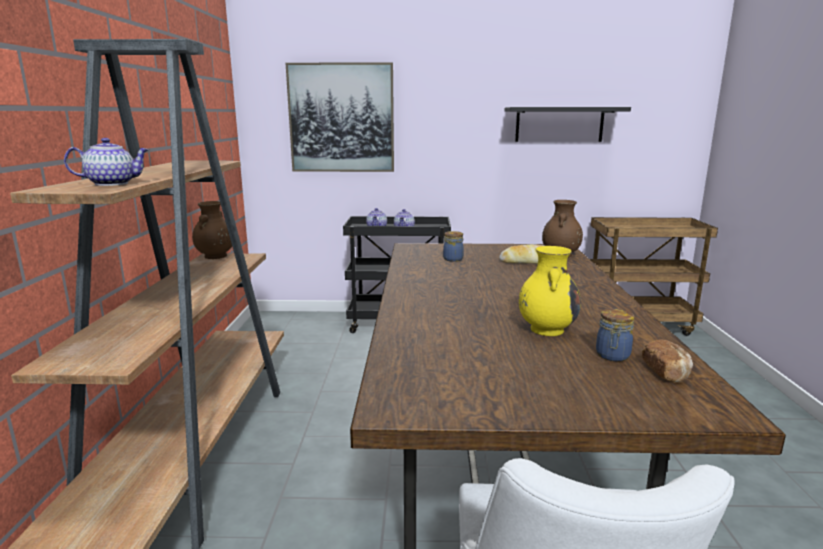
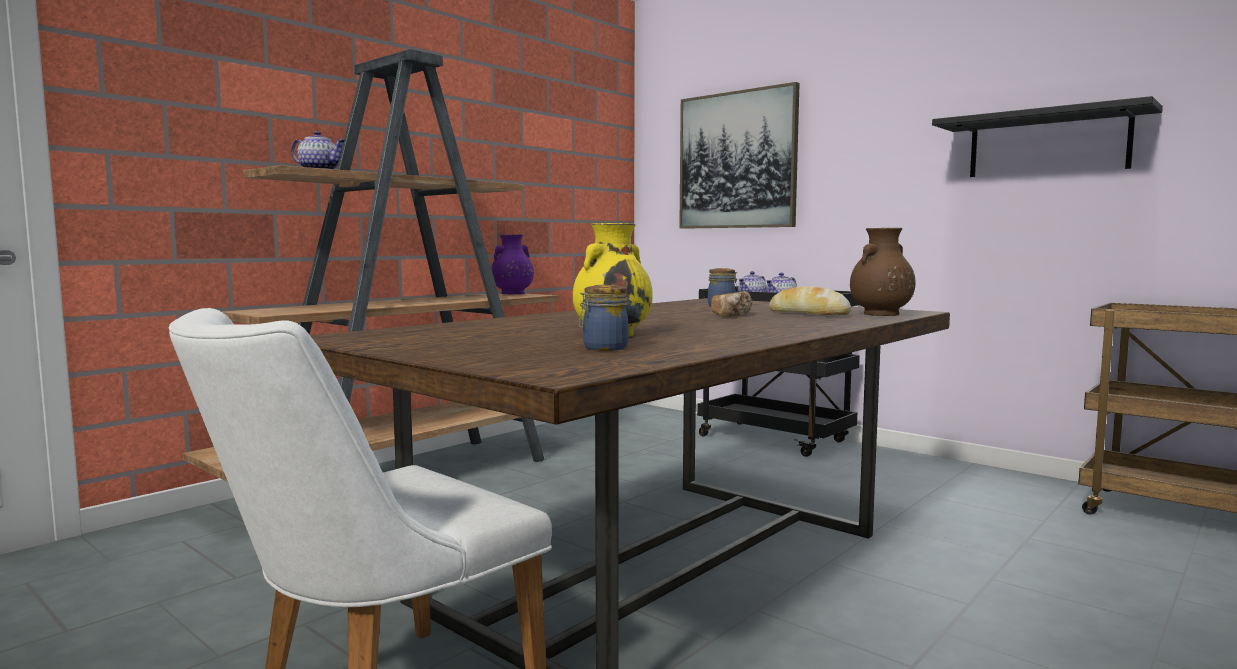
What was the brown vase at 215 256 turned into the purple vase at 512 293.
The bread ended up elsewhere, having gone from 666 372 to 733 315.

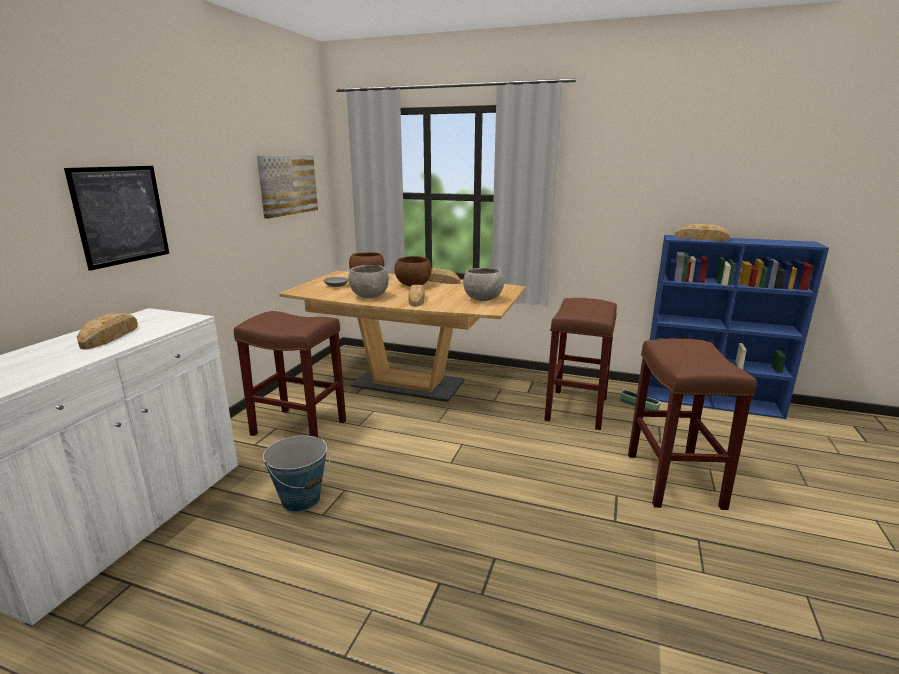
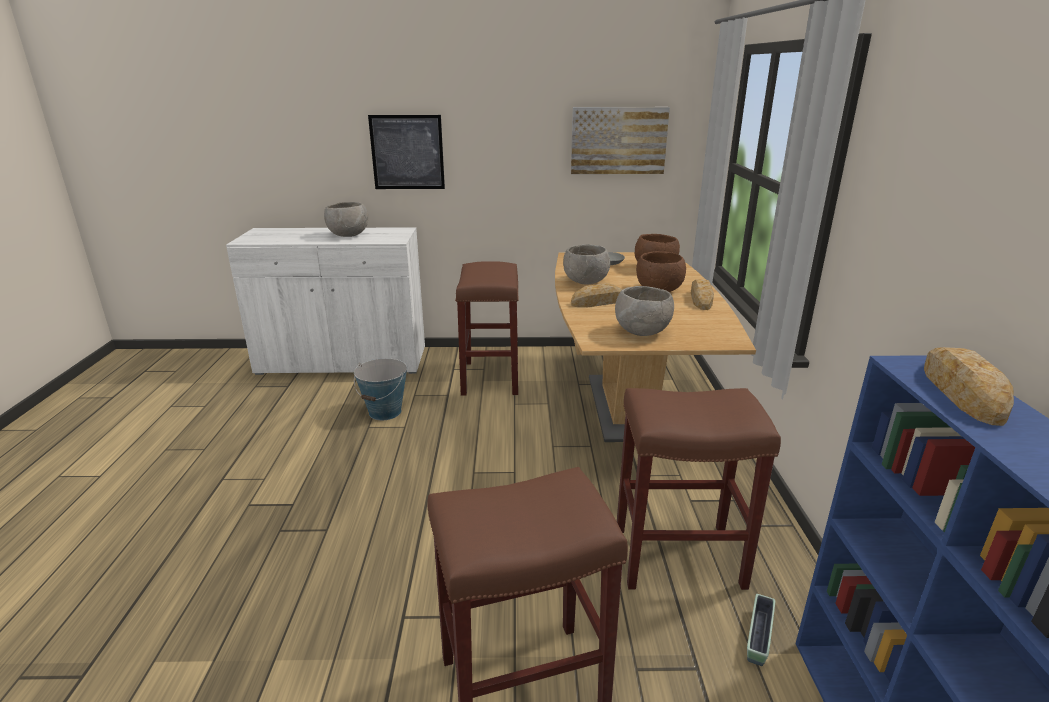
Where the bread stood at 110 336, the grey bowl came to stand at 348 235.

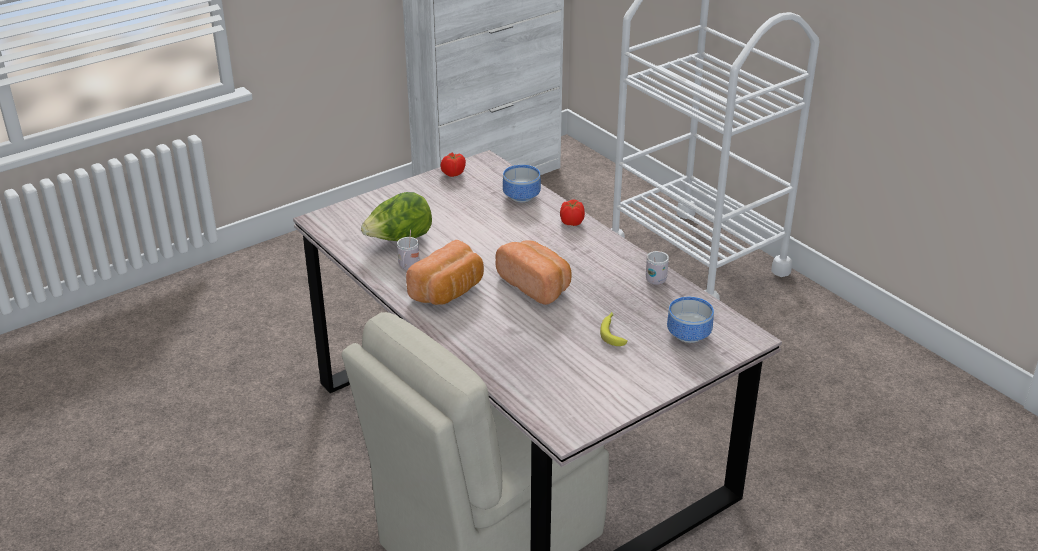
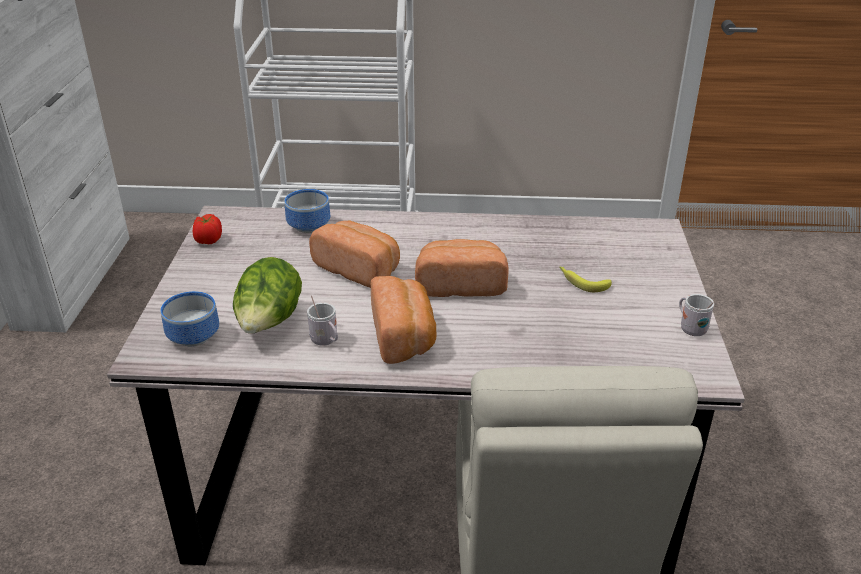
The bowl ended up elsewhere, having gone from 690 334 to 195 335.
The second view gained the bread at 359 269.
The white mug ended up elsewhere, having gone from 657 278 to 690 328.
The second view lost the tomato at 571 222.

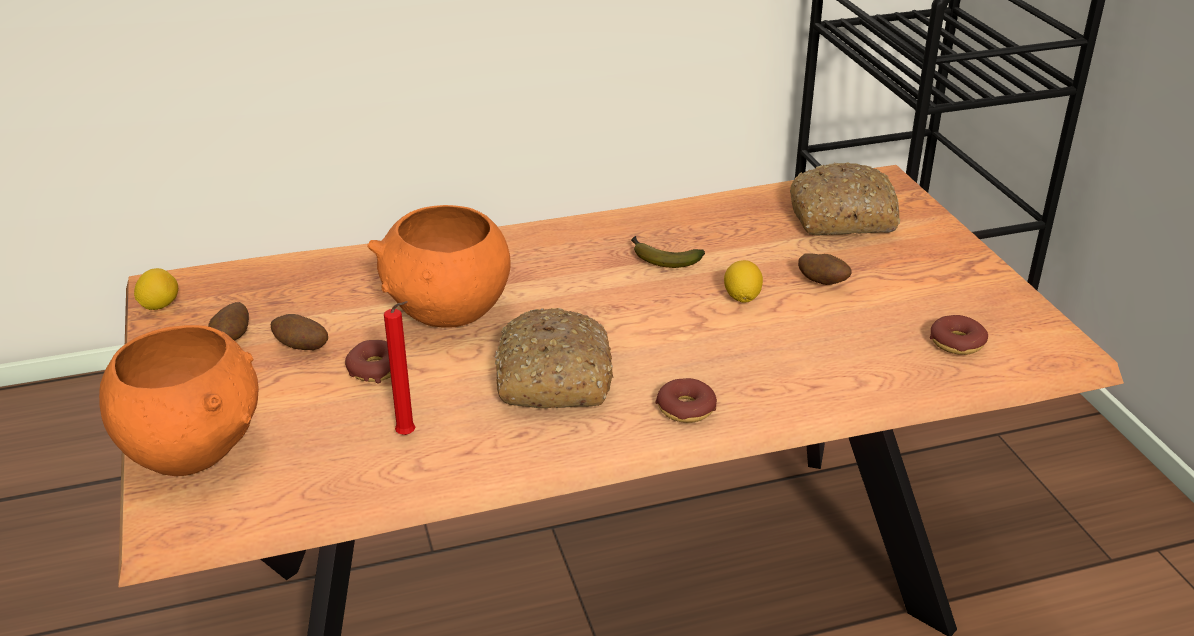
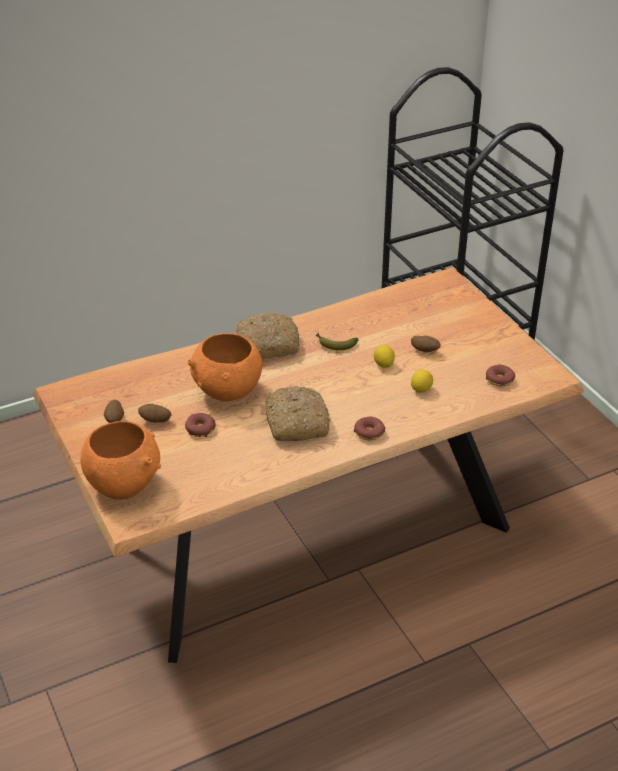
The bread ended up elsewhere, having gone from 843 217 to 268 345.
The lemon ended up elsewhere, having gone from 159 305 to 421 389.
The second view lost the red candle at 409 435.

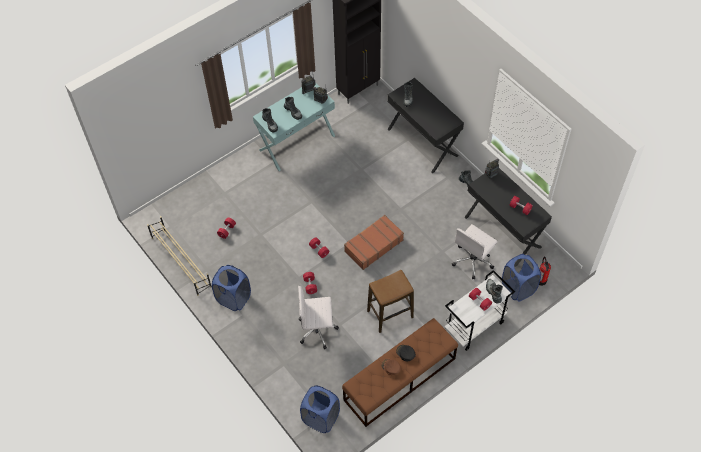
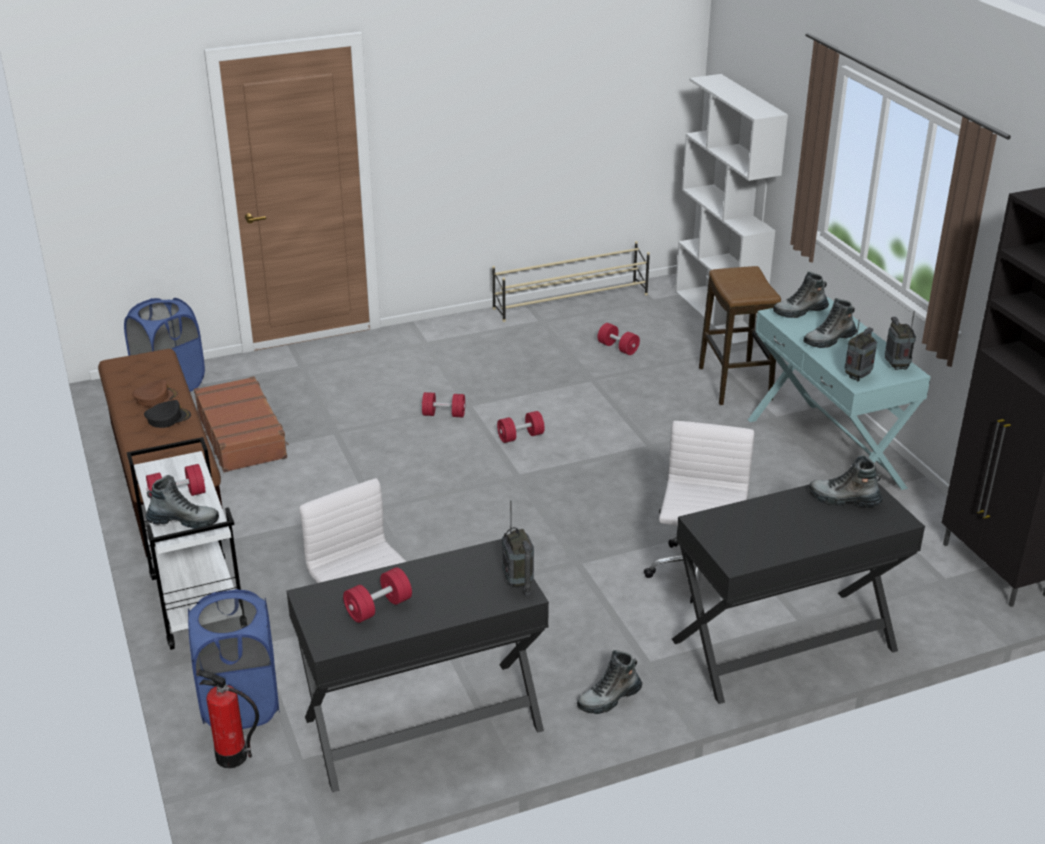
The brown suitcase ended up elsewhere, having gone from 373 245 to 242 435.
The white office chair ended up elsewhere, having gone from 318 330 to 698 574.
The second view gained the white bookcase at 719 315.
The stool ended up elsewhere, having gone from 390 314 to 734 384.
The second view lost the blue laundry basket at 233 298.

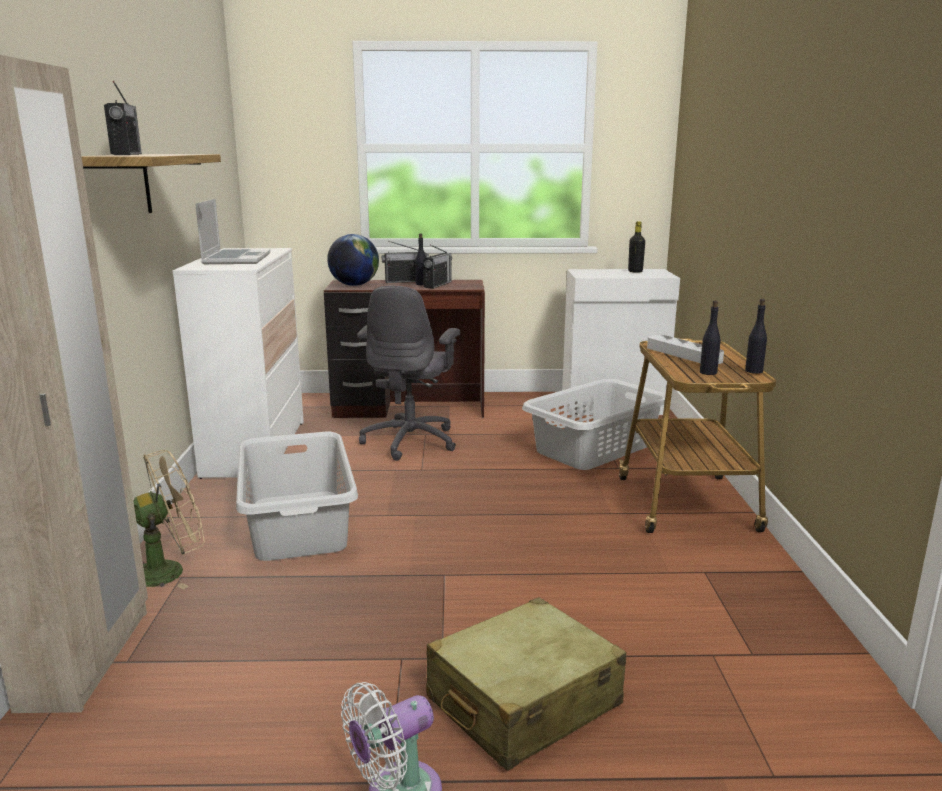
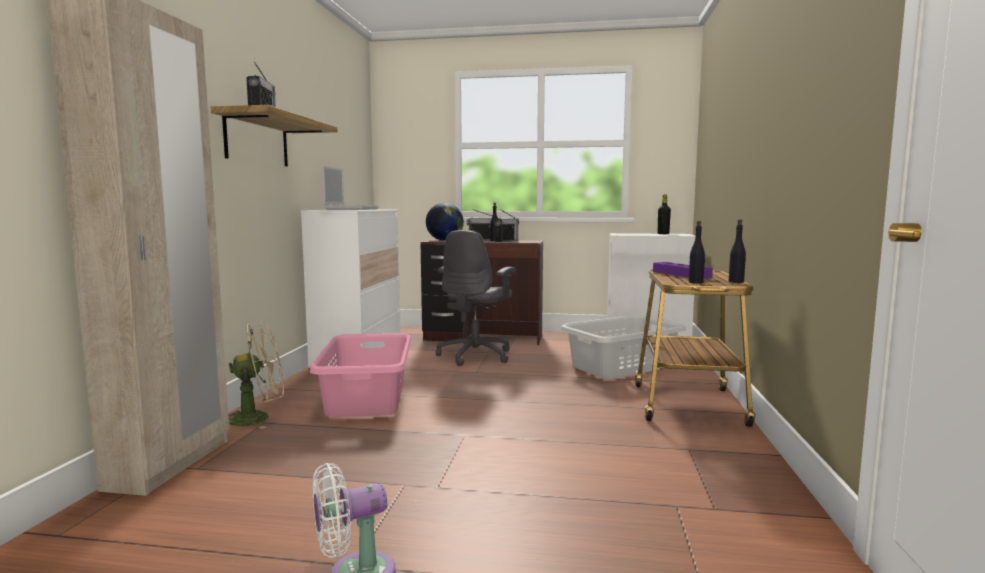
What was the grey laundry basket at 299 523 turned into the pink laundry basket at 367 397.
What was the grey tray at 683 354 turned into the purple tray at 681 274.
The second view lost the beige suitcase at 523 702.

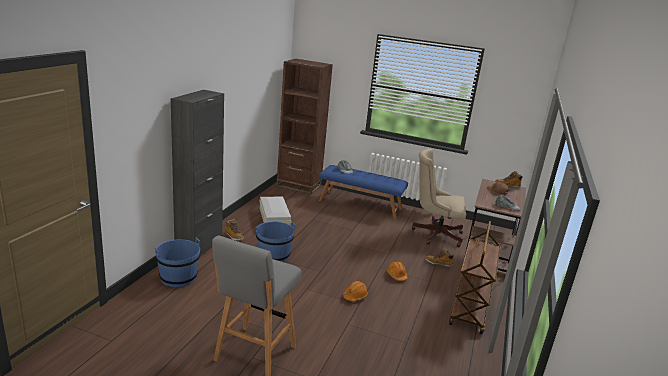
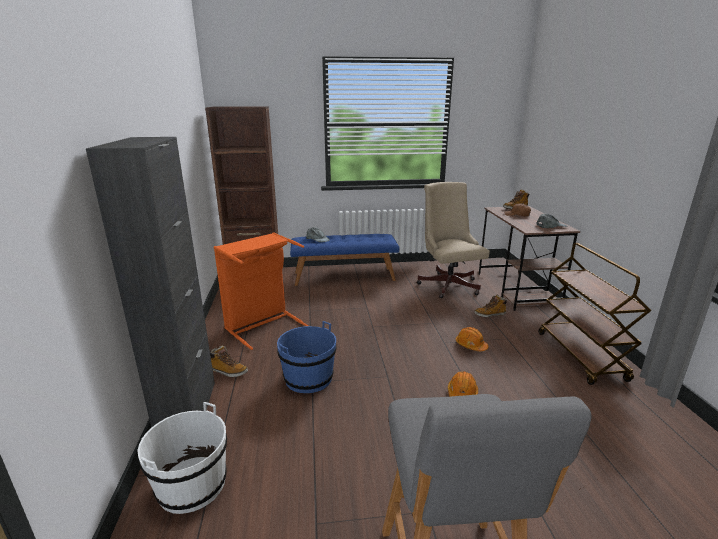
What was the blue bucket at 178 277 turned into the white bucket at 192 485.
Where the white storage box stood at 274 218, the orange laundry basket came to stand at 262 325.
The beige office chair at 434 234 ended up facing another way, 90 degrees clockwise from before.

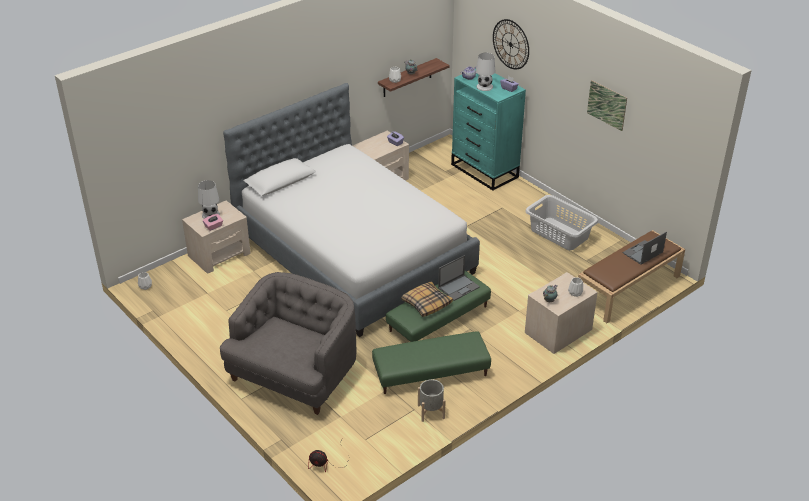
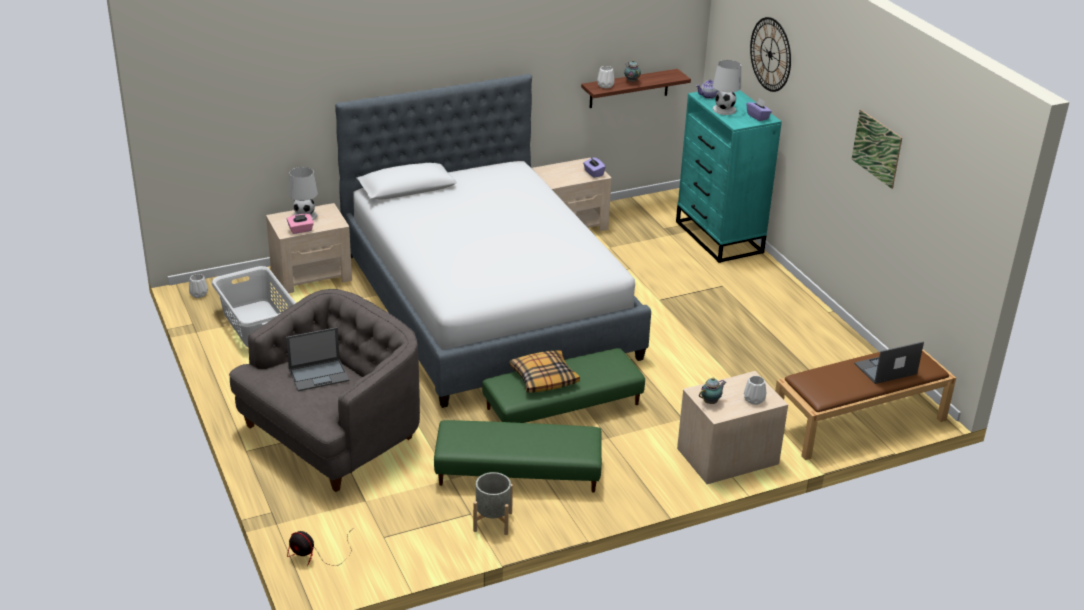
The grey laundry basket ended up elsewhere, having gone from 559 234 to 257 324.
The laptop ended up elsewhere, having gone from 459 287 to 319 375.

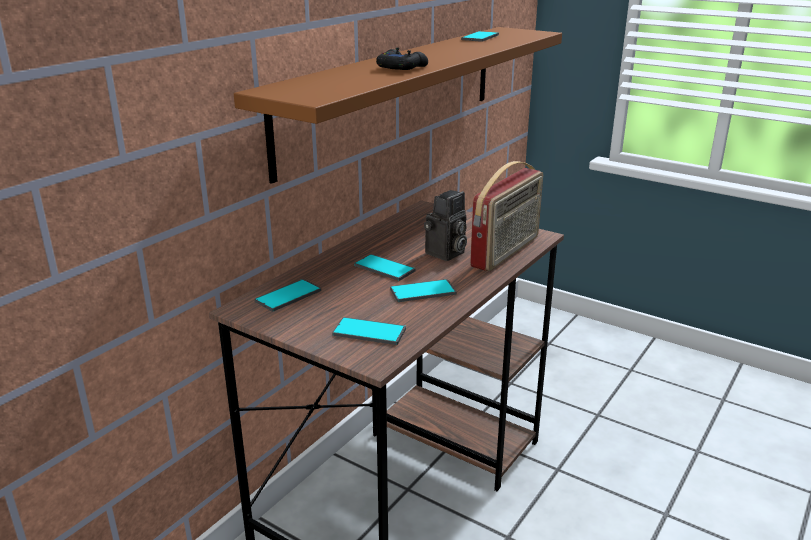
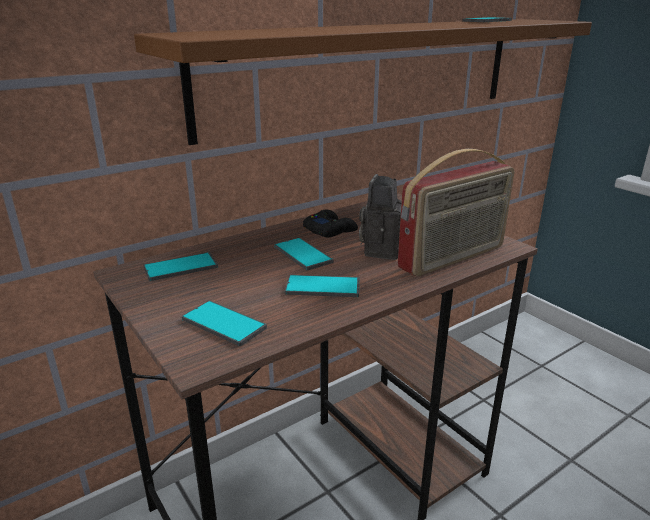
The black game controller ended up elsewhere, having gone from 401 67 to 330 230.
The photo camera at 445 254 ended up facing another way, 135 degrees clockwise from before.

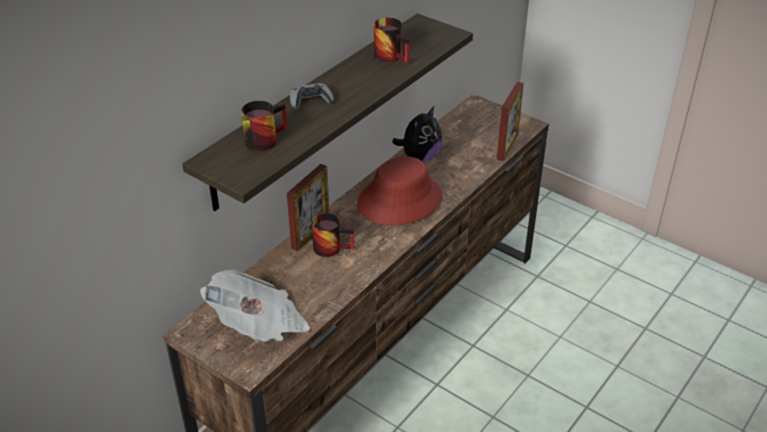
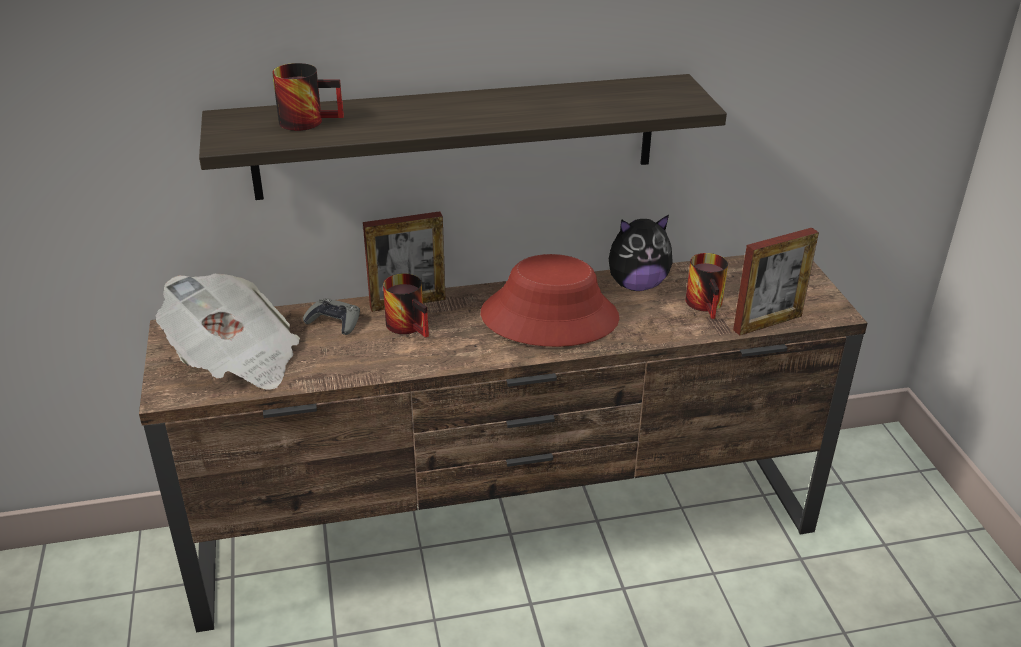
The grey game controller ended up elsewhere, having gone from 310 100 to 334 321.
The mug ended up elsewhere, having gone from 393 56 to 708 305.

